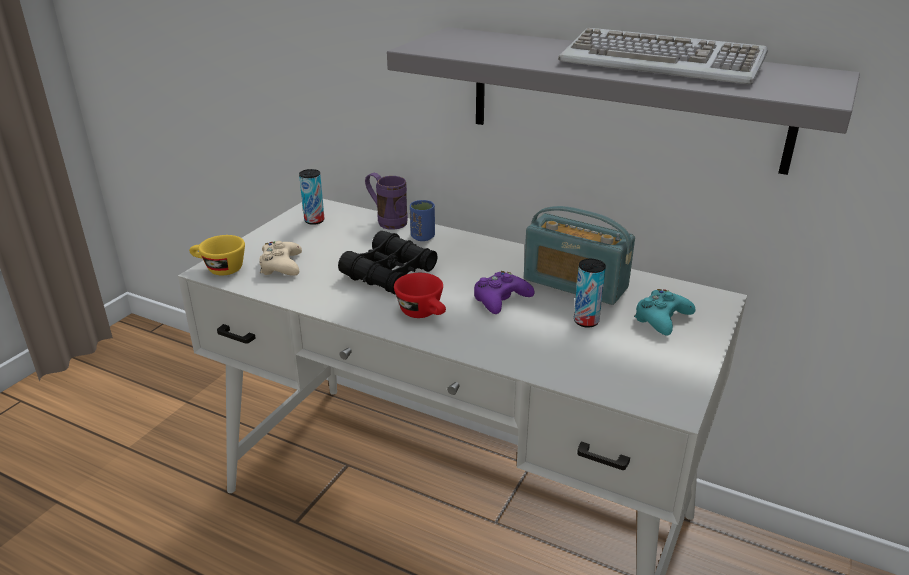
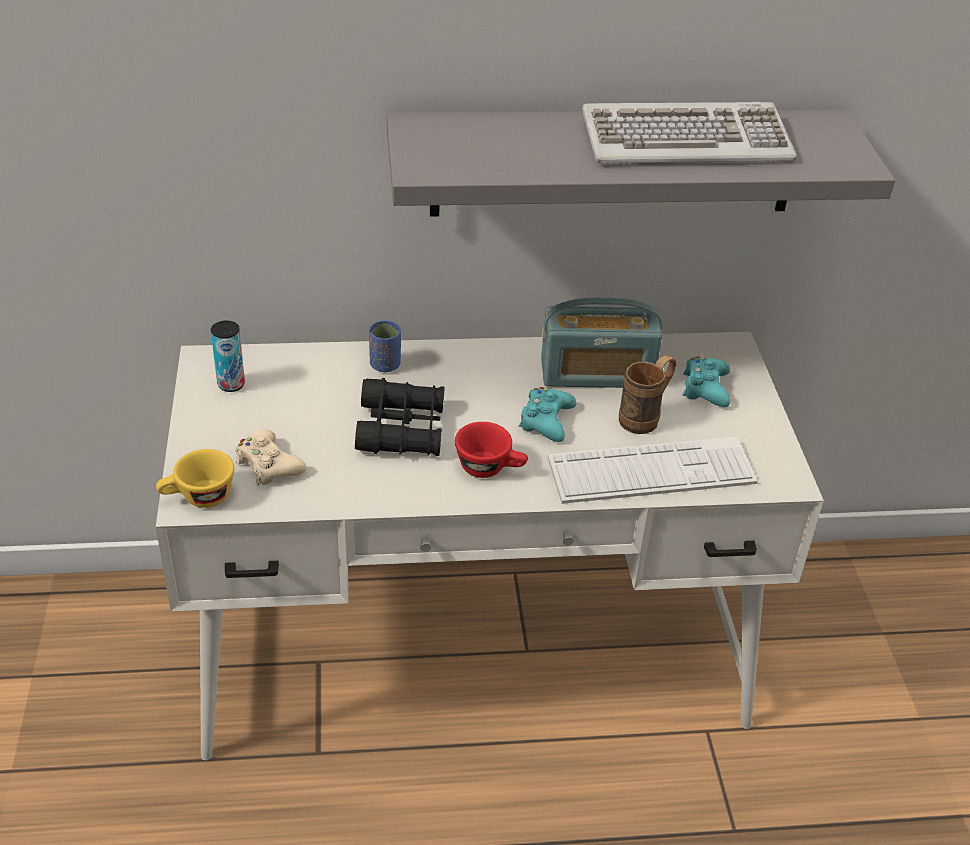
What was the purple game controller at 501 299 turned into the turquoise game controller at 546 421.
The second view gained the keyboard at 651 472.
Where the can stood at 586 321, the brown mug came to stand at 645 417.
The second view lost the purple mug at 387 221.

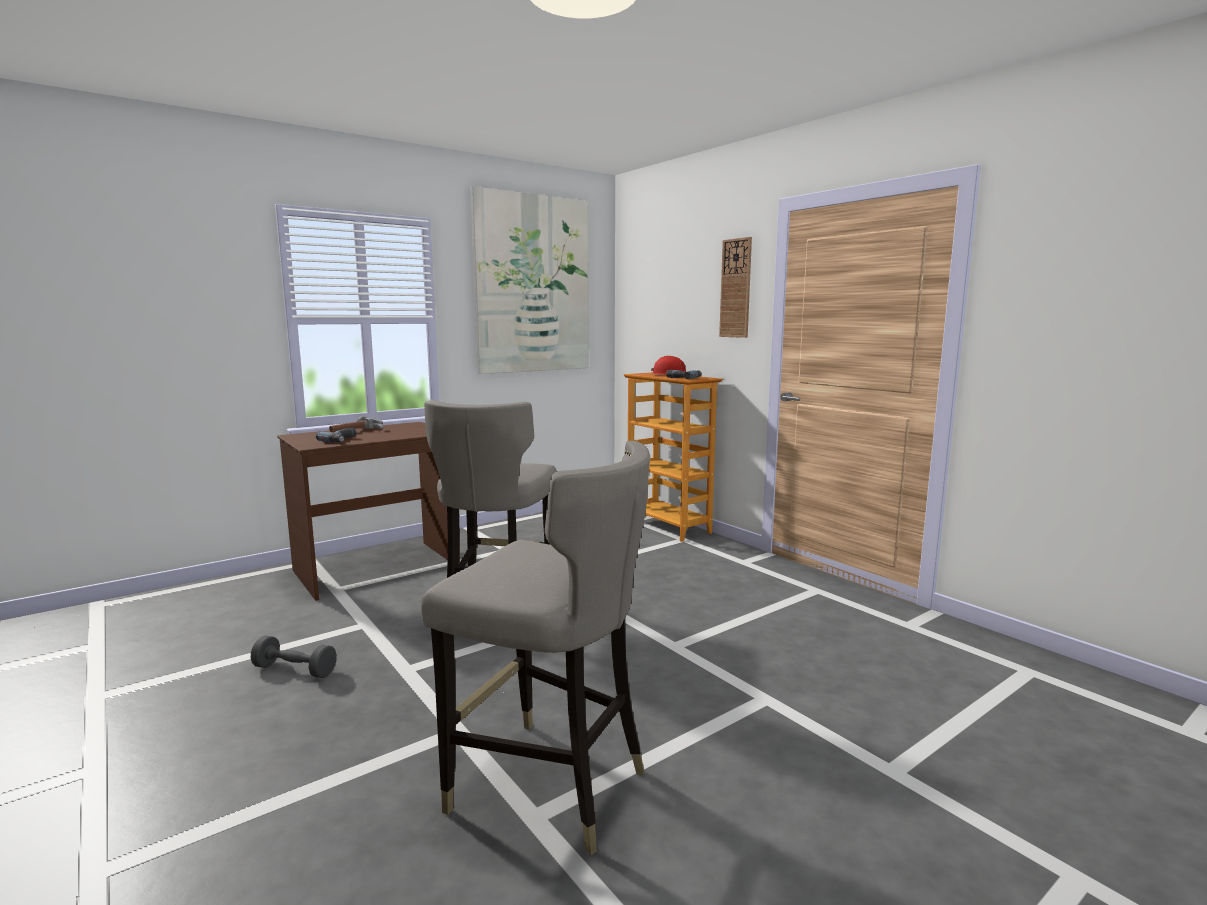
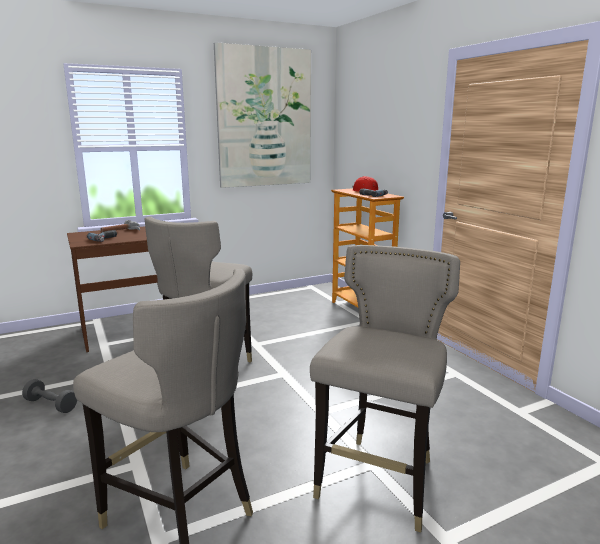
The second view gained the grey stool at 380 480.
The second view lost the wall clock at 736 288.

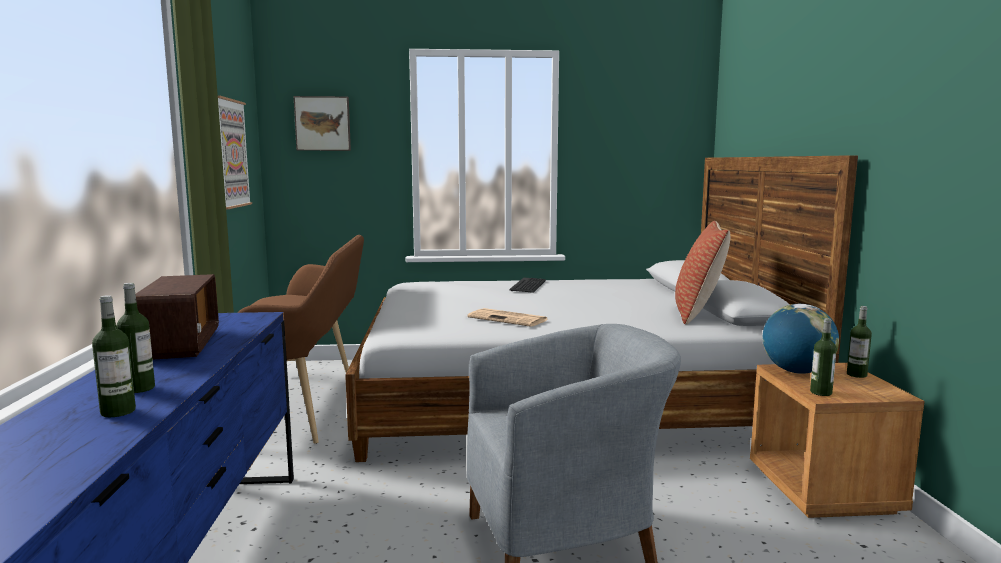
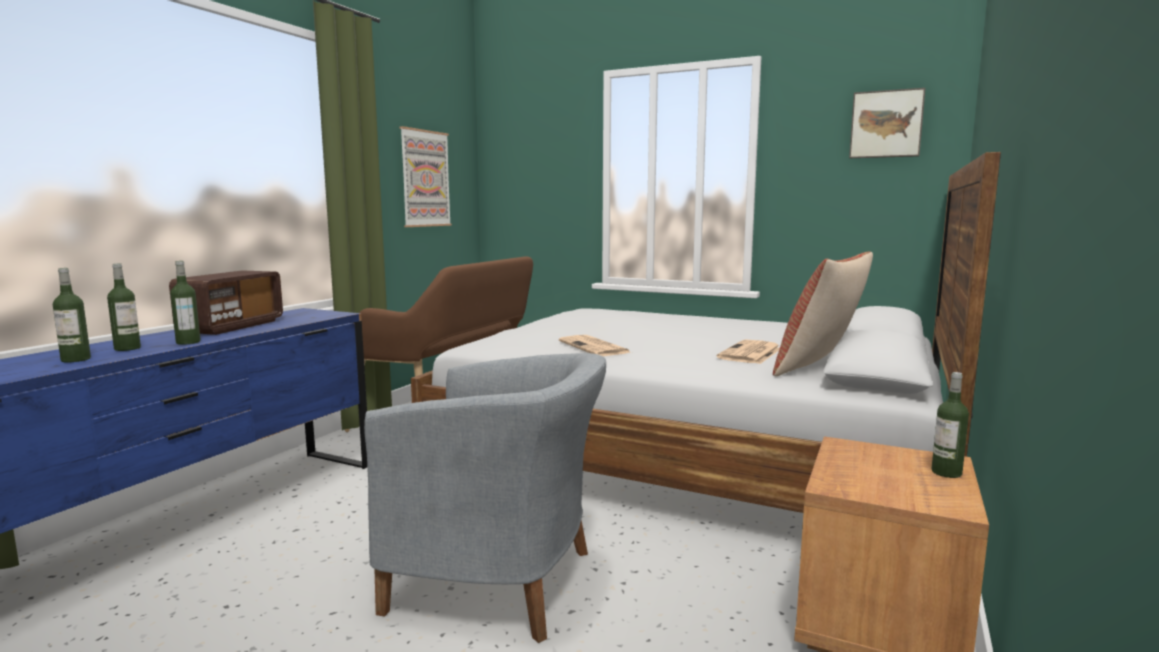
The bottle ended up elsewhere, having gone from 821 392 to 188 342.
The second view gained the newspaper at 750 353.
The picture ended up elsewhere, having gone from 323 123 to 886 124.
The second view lost the keyboard at 529 285.
The second view lost the globe at 797 372.

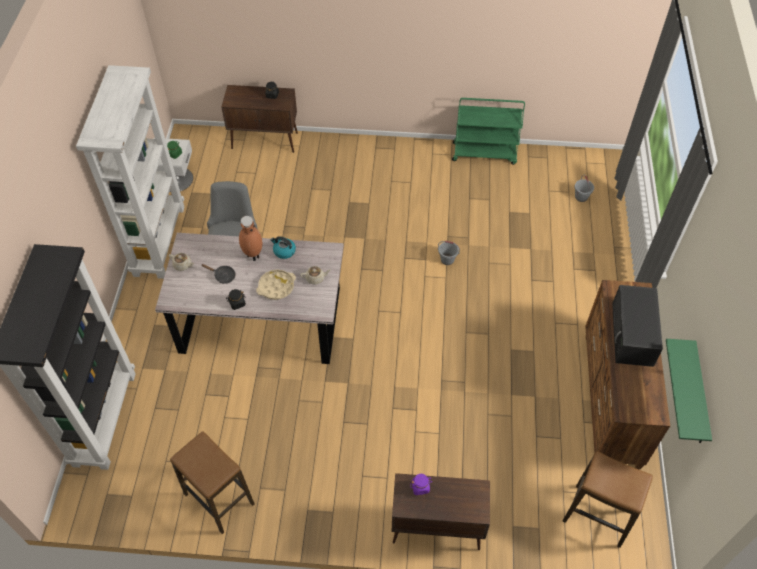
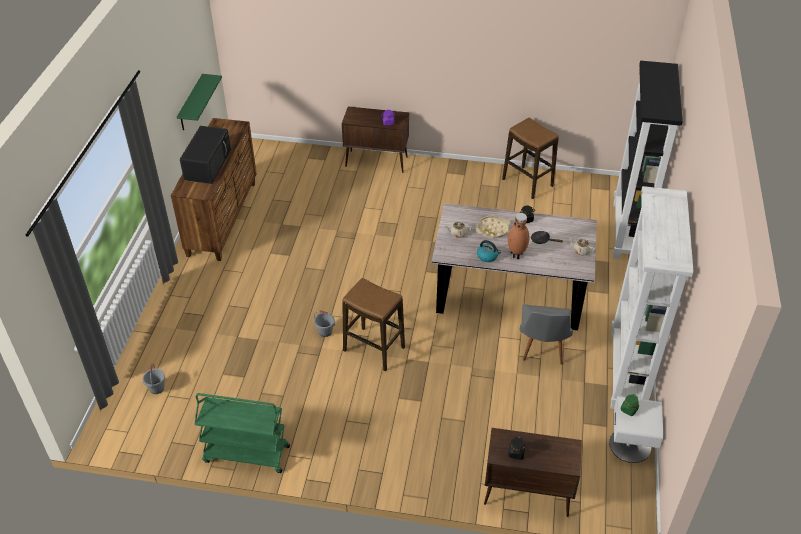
The stool ended up elsewhere, having gone from 597 516 to 373 349.

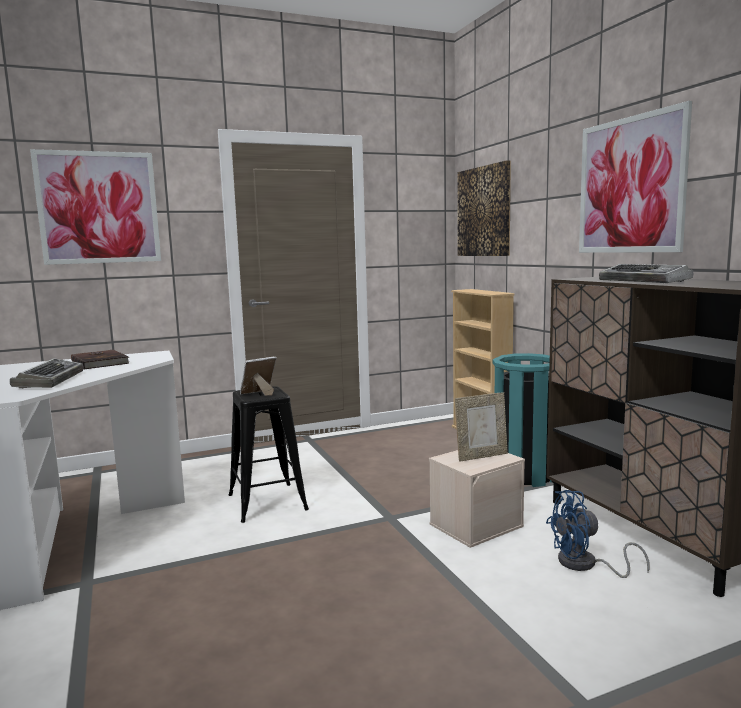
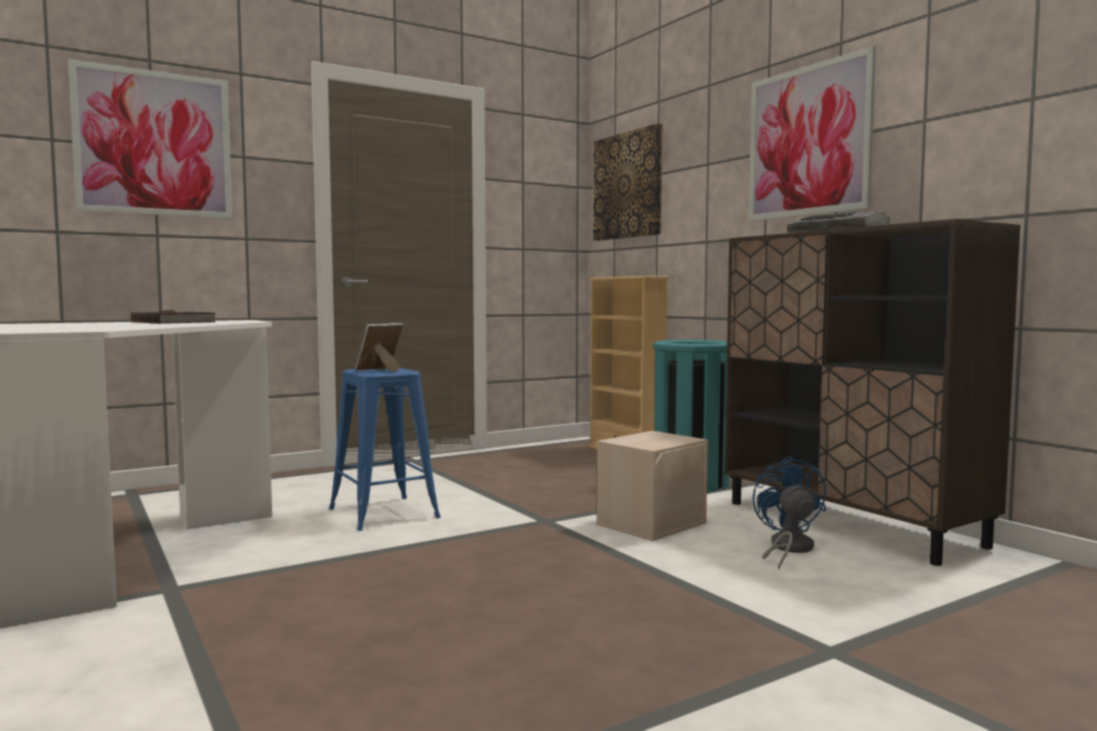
What was the black stool at 267 502 turned into the blue stool at 383 513.
The blue fan at 585 565 ended up facing another way, 105 degrees clockwise from before.
The second view lost the keyboard at 50 380.
The second view lost the picture frame at 481 456.

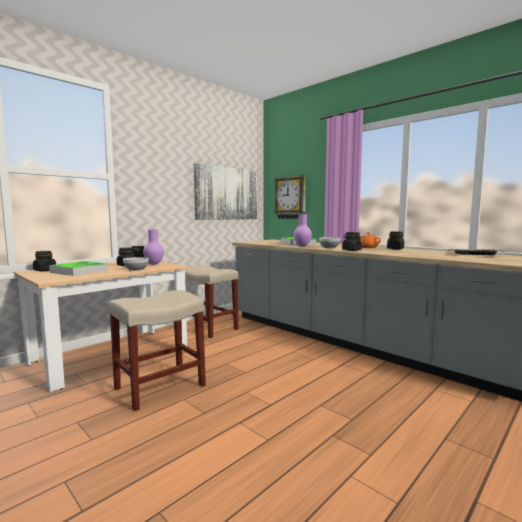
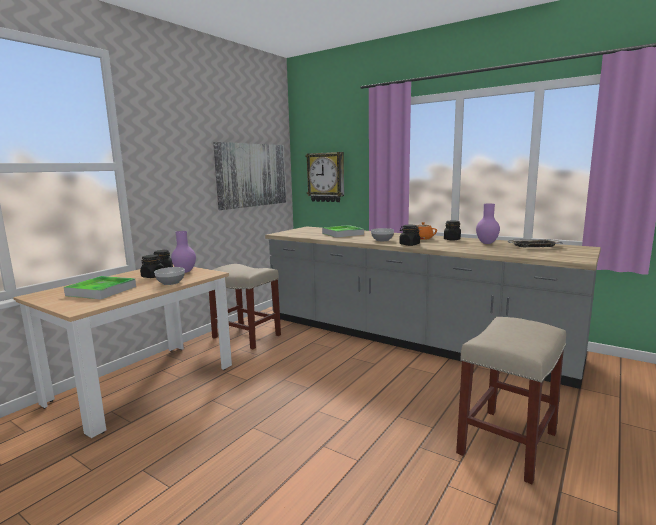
The beige stool ended up elsewhere, having gone from 159 387 to 507 444.
The purple vase ended up elsewhere, having gone from 302 246 to 486 243.
The second view lost the black jar at 45 270.

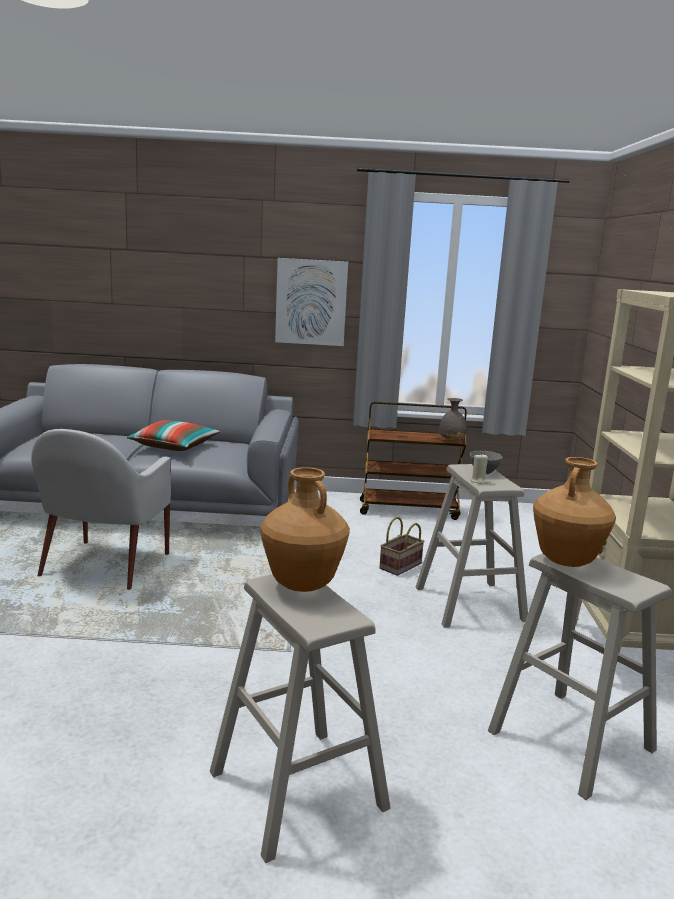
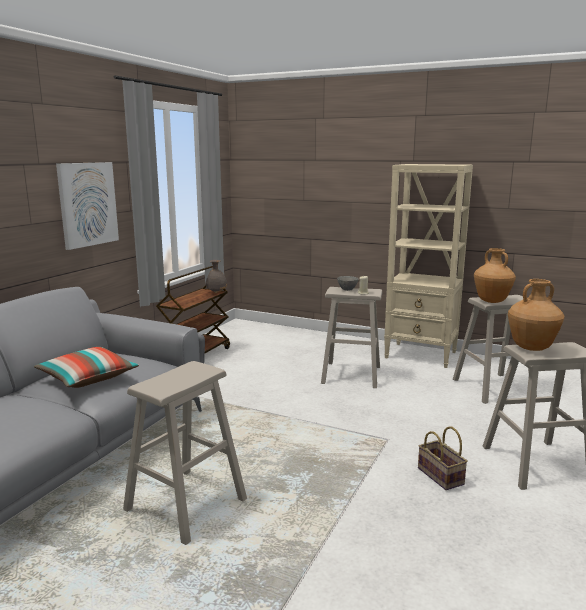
Where the white armchair stood at 104 566, the beige stool came to stand at 185 505.
The basket ended up elsewhere, having gone from 400 566 to 442 476.

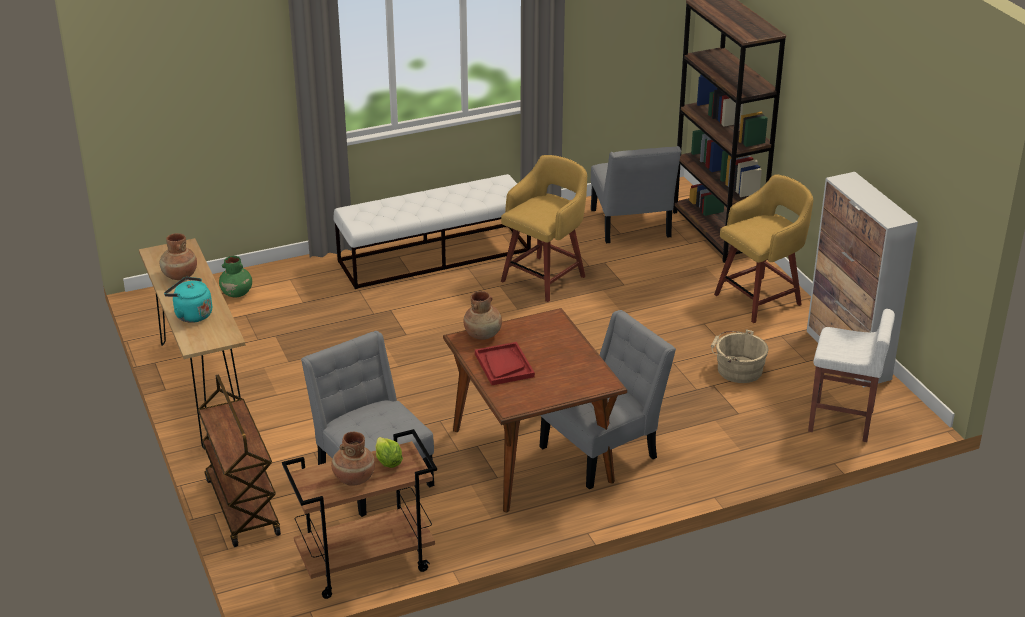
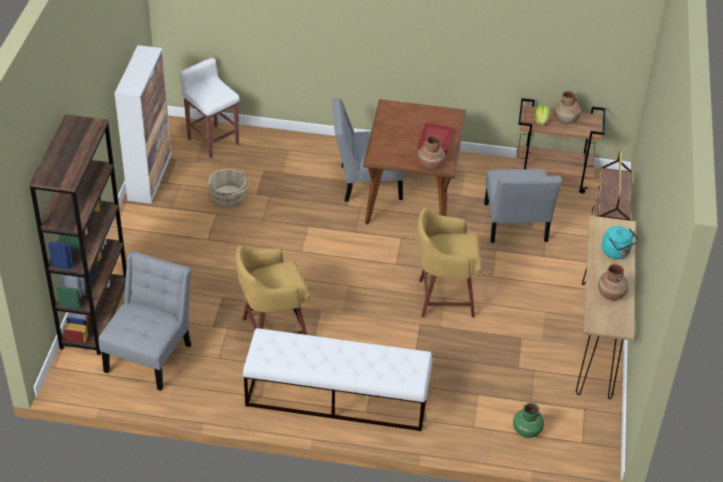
The yellow stool ended up elsewhere, having gone from 760 299 to 443 298.

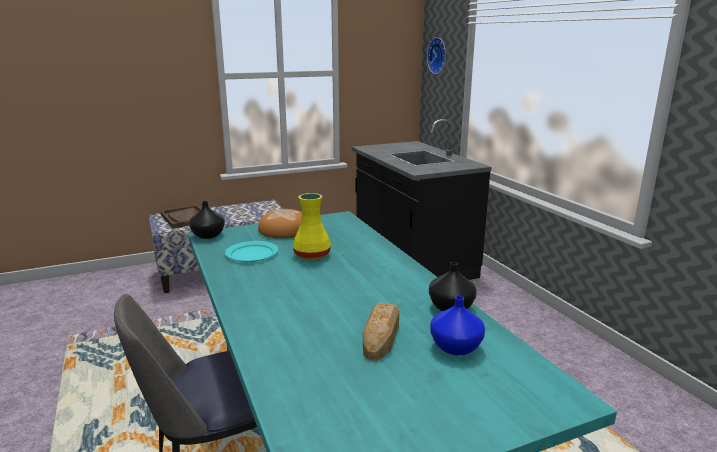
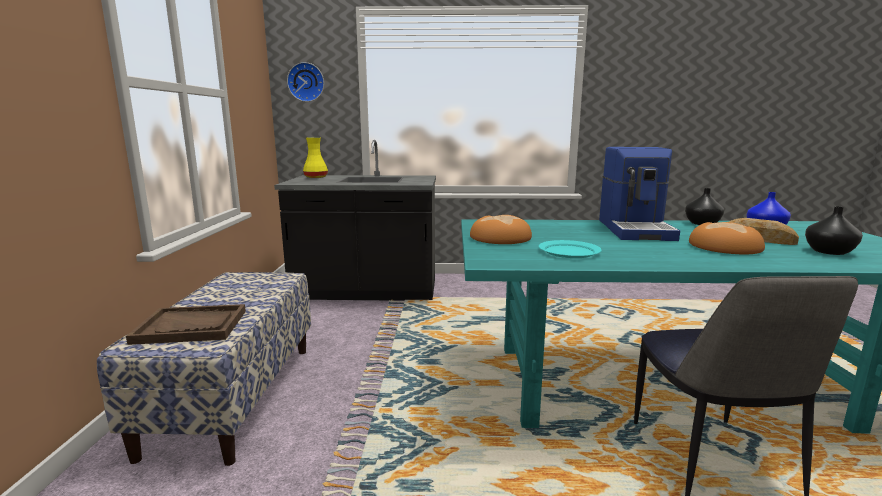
The yellow vase ended up elsewhere, having gone from 313 255 to 316 177.
The second view gained the coffee machine at 636 229.
The second view gained the bread at 725 247.
The black vase ended up elsewhere, having gone from 209 235 to 828 251.

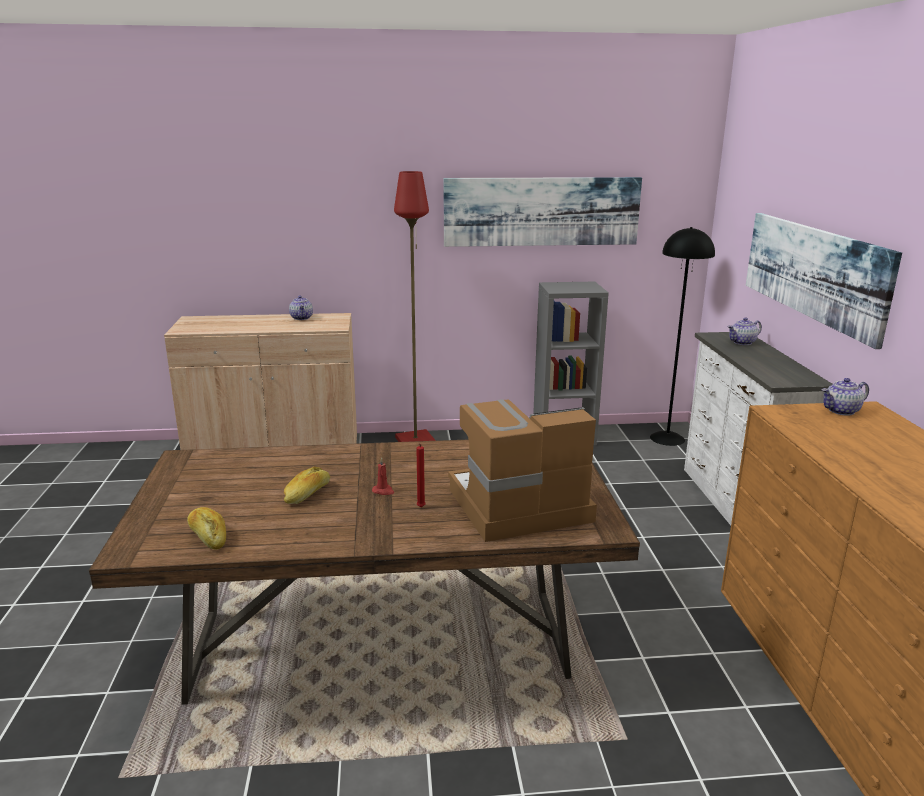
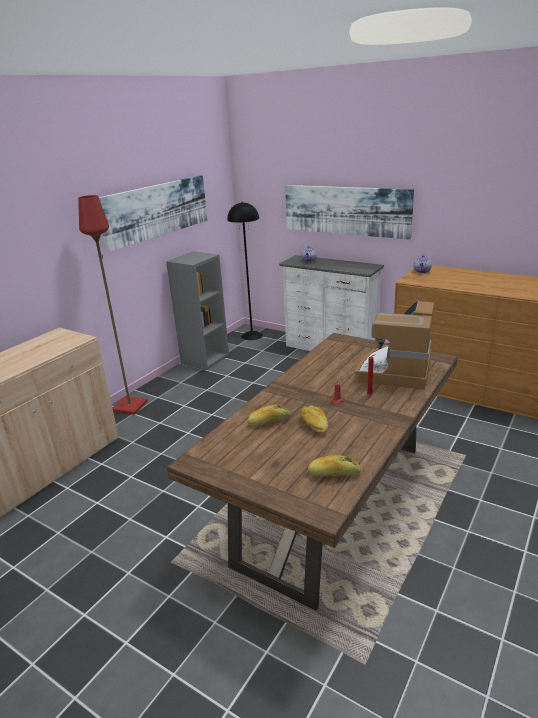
The second view gained the bread at 269 421.
The second view lost the teapot at 302 318.

